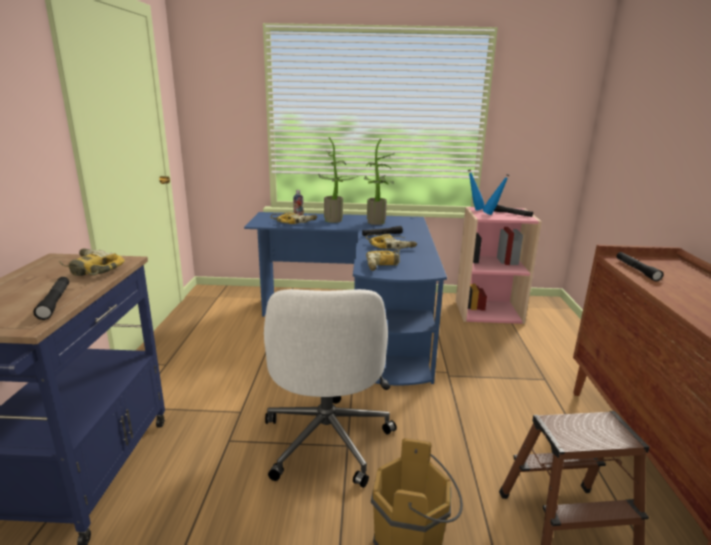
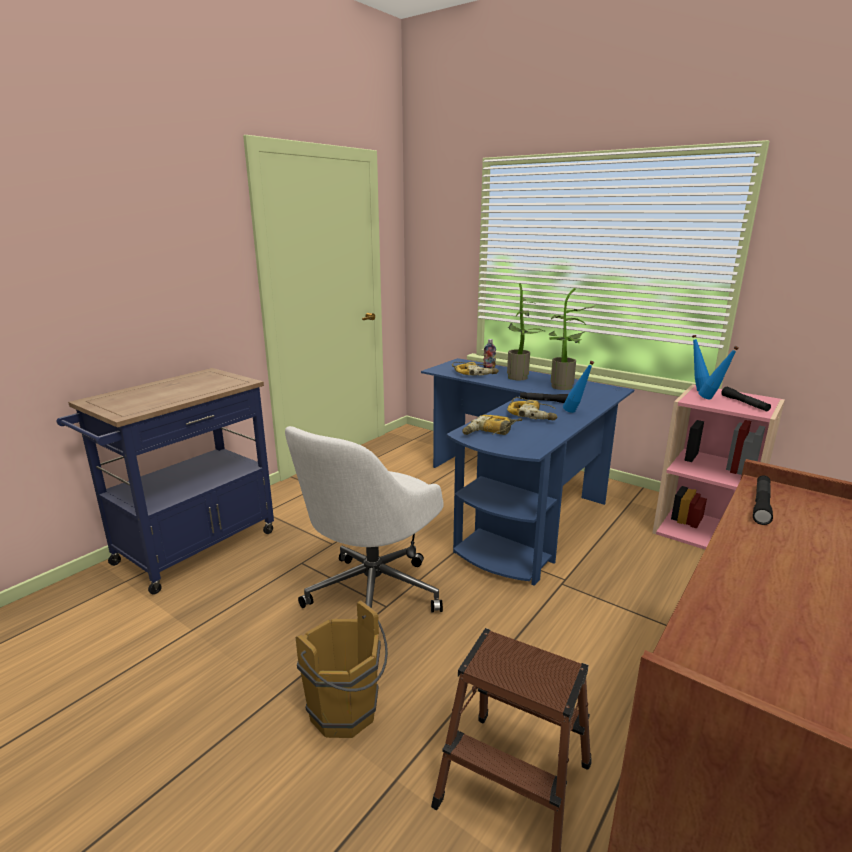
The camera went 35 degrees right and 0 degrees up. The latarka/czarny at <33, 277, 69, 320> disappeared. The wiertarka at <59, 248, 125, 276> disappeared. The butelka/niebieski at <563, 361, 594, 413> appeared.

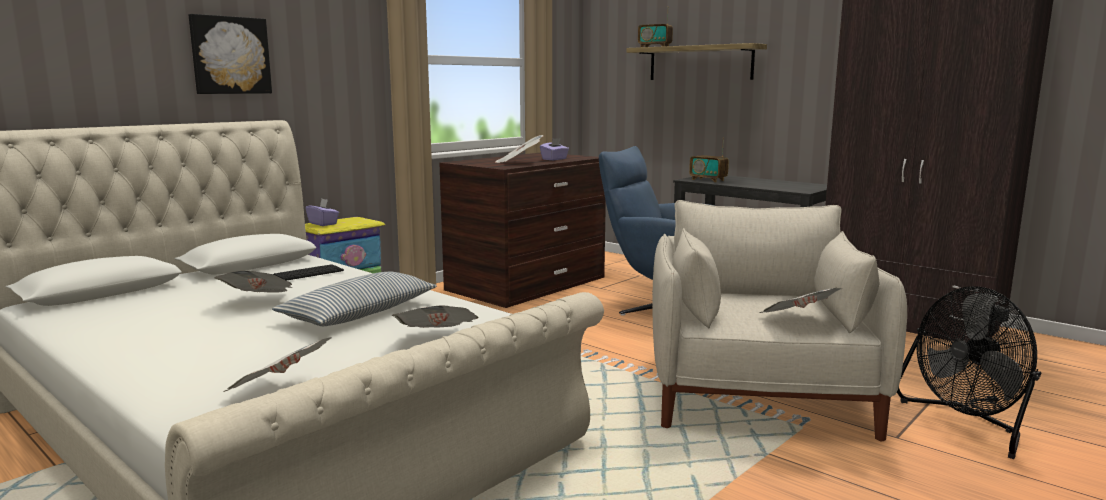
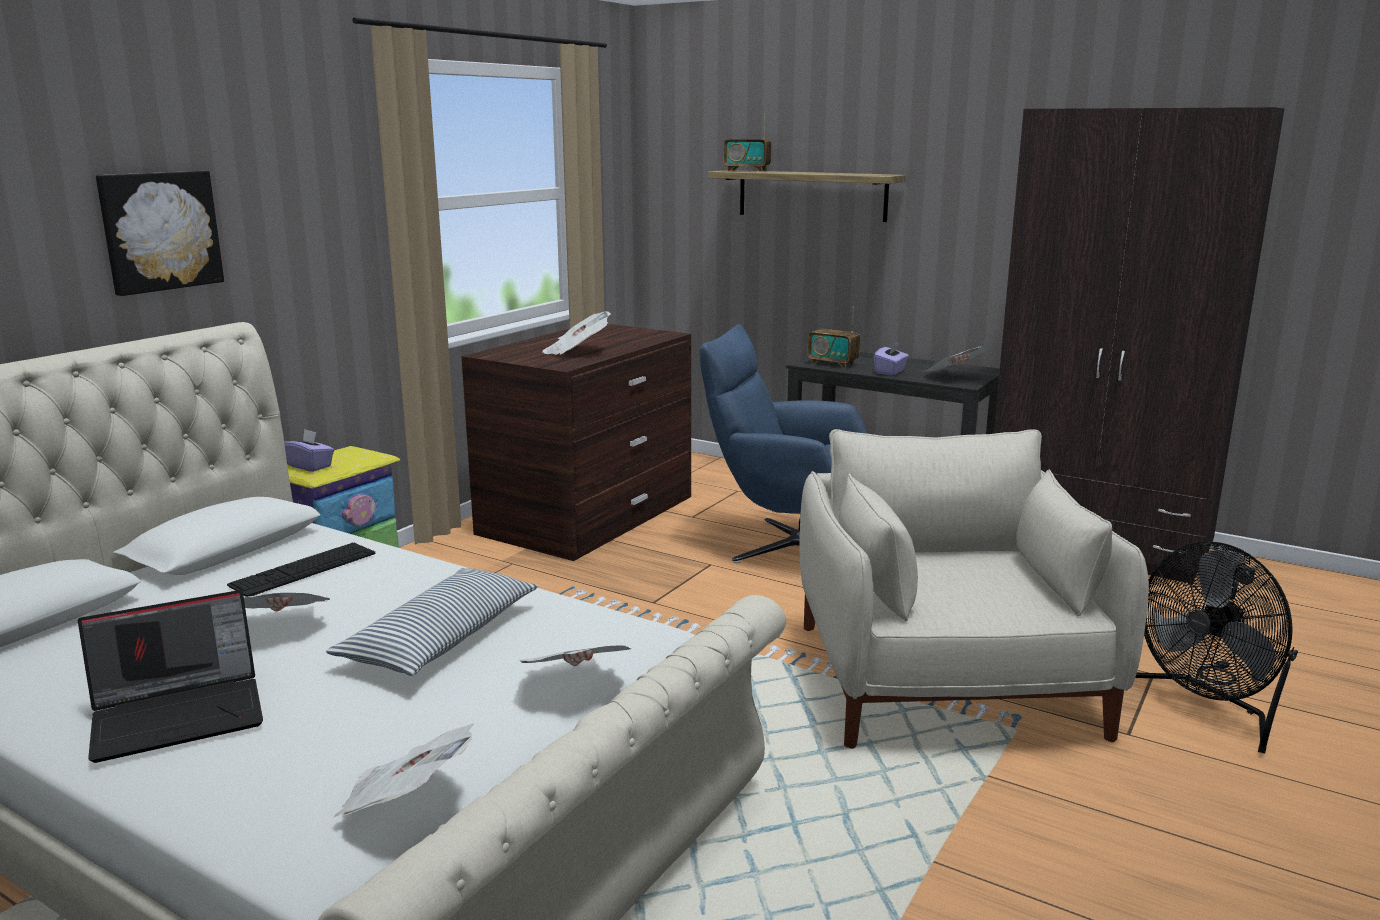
The camera went 10 degrees left and 5 degrees up. The pudełko chusteczek/fioletowy moved from <540, 138, 569, 160> to <874, 342, 909, 376>. The gazeta moved from <759, 288, 842, 313> to <921, 345, 991, 372>. The laptop at <78, 590, 263, 763> appeared.

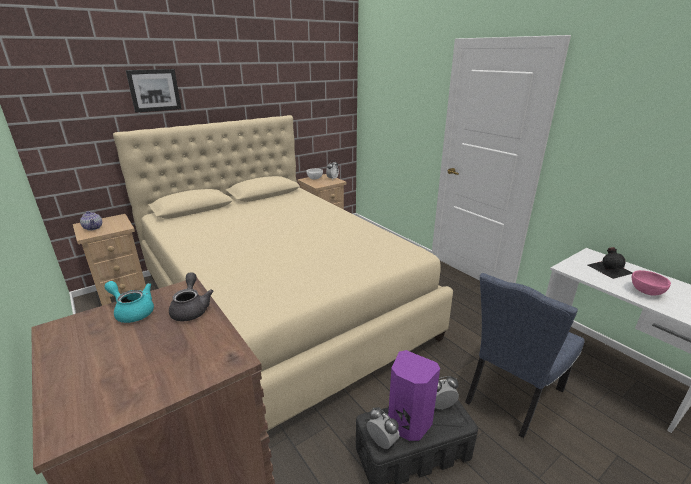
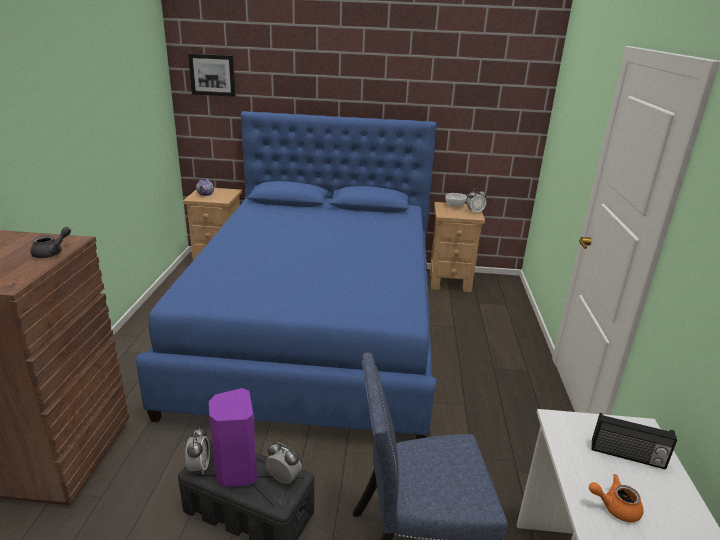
The camera went 40 degrees right and 0 degrees up. The imbryk/turkusowy at <104, 281, 154, 323> disappeared. The łóżko/beżowy at <113, 115, 453, 432> became the łóżko/niebieski at <136, 111, 437, 439>. The obraz moved from <126, 69, 181, 113> to <188, 53, 236, 97>. The butelka/czarny at <588, 247, 633, 279> was replaced by the radio at <591, 413, 677, 470>. The miska/różowy at <632, 270, 671, 296> was replaced by the imbryk/pomarańczowy at <589, 474, 644, 522>.

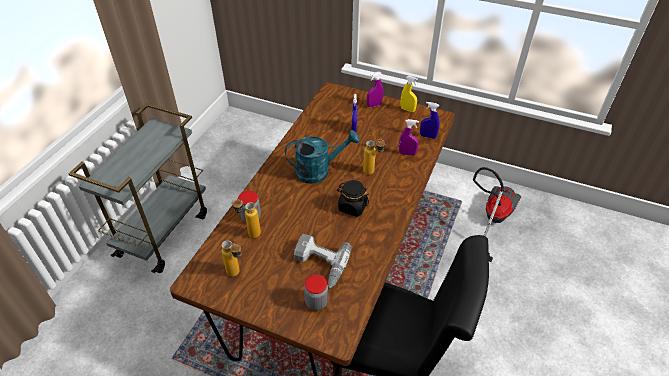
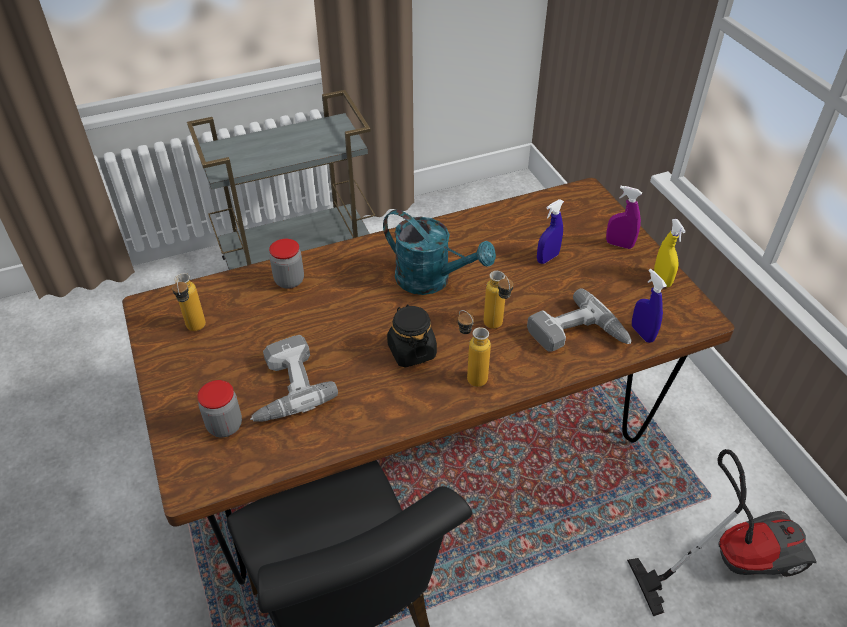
The camera went 45 degrees right and 0 degrees up. The butelka moved from <232, 199, 261, 238> to <458, 310, 491, 387>. The spryskiwacz/fioletowy at <399, 119, 419, 156> was replaced by the wiertarka at <527, 288, 632, 352>.

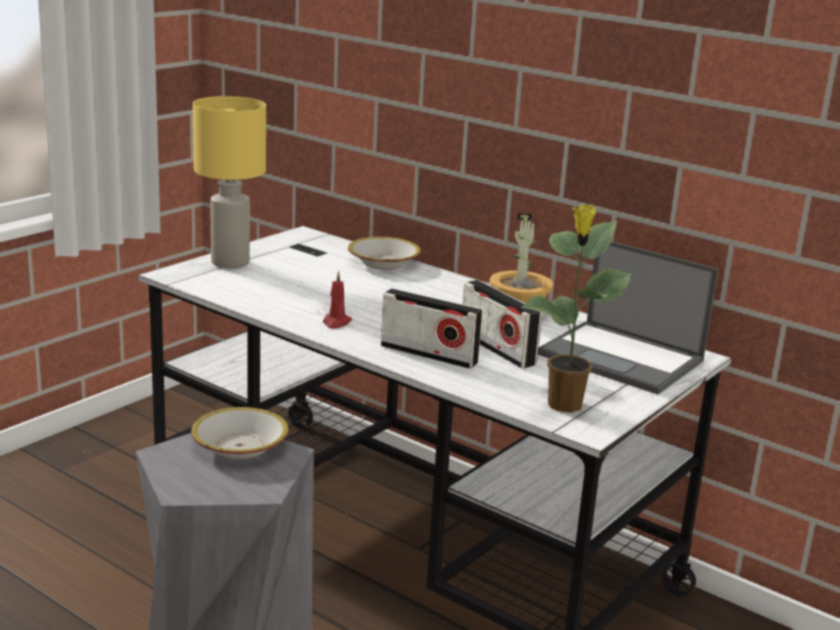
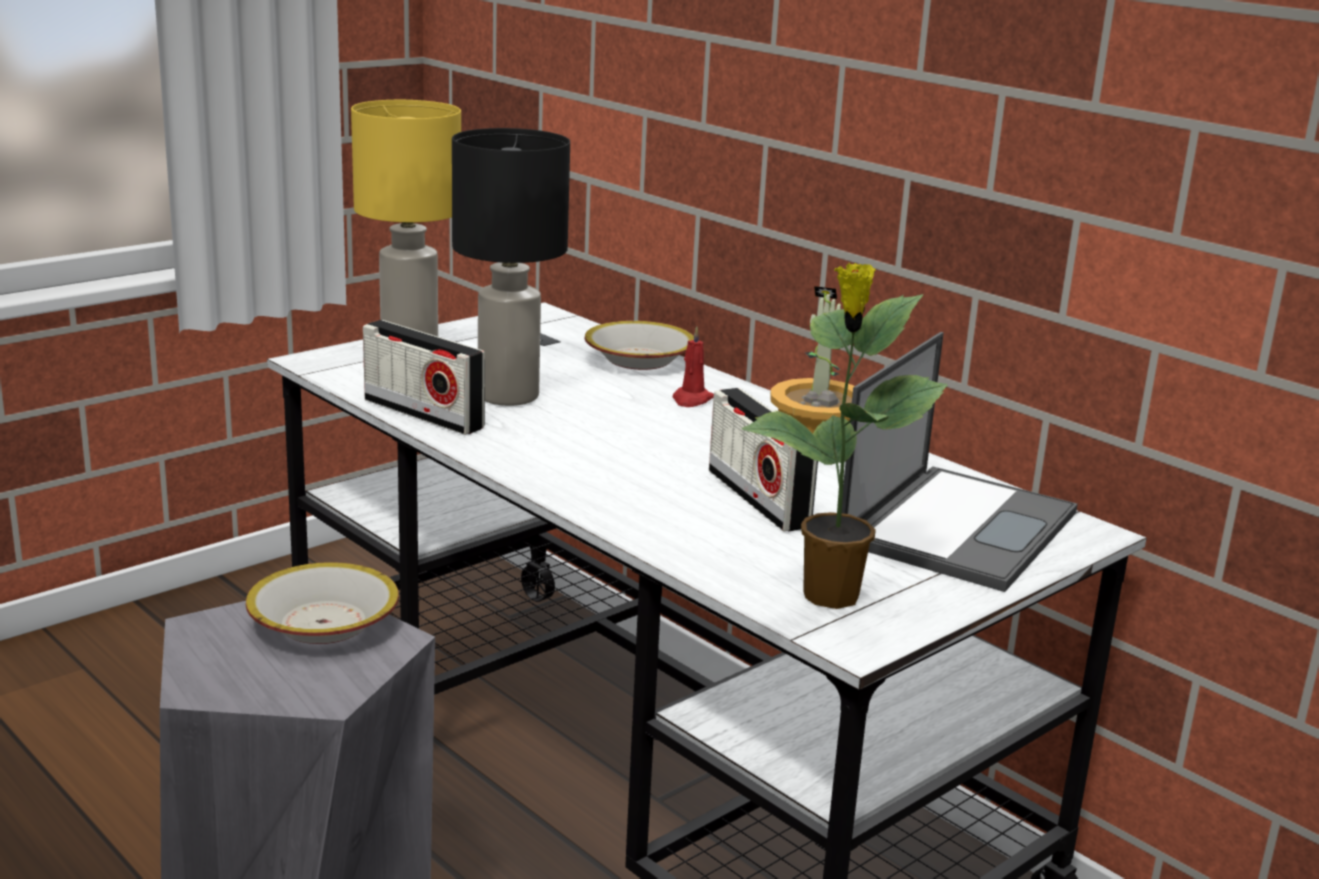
The camera went 10 degrees right and 0 degrees up. The świeca/czerwony moved from <323, 271, 352, 329> to <672, 326, 714, 407>. The radio moved from <381, 288, 483, 369> to <363, 320, 485, 435>. The laptop at <538, 241, 718, 394> turned 105 degrees counterclockwise. The lampa stołowa/czarny at <452, 128, 570, 406> appeared.

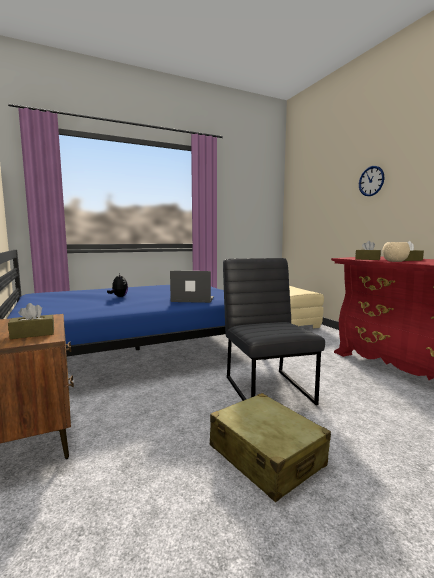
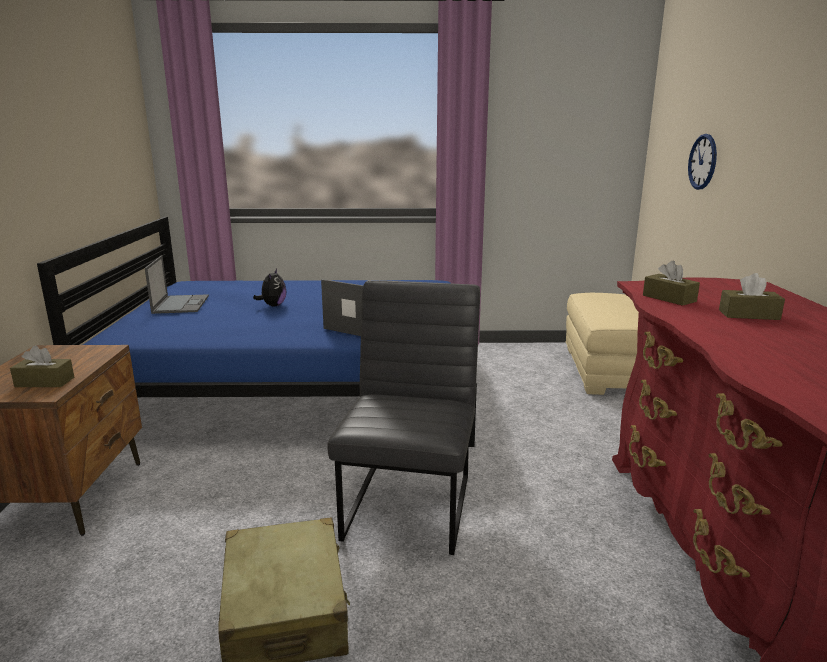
The camera went 25 degrees right and 10 degrees up. The zegar ścienny moved from <359, 166, 384, 196> to <688, 134, 717, 190>. The miska/beżowy at <382, 242, 410, 262> disappeared. The laptop at <145, 256, 209, 314> appeared.

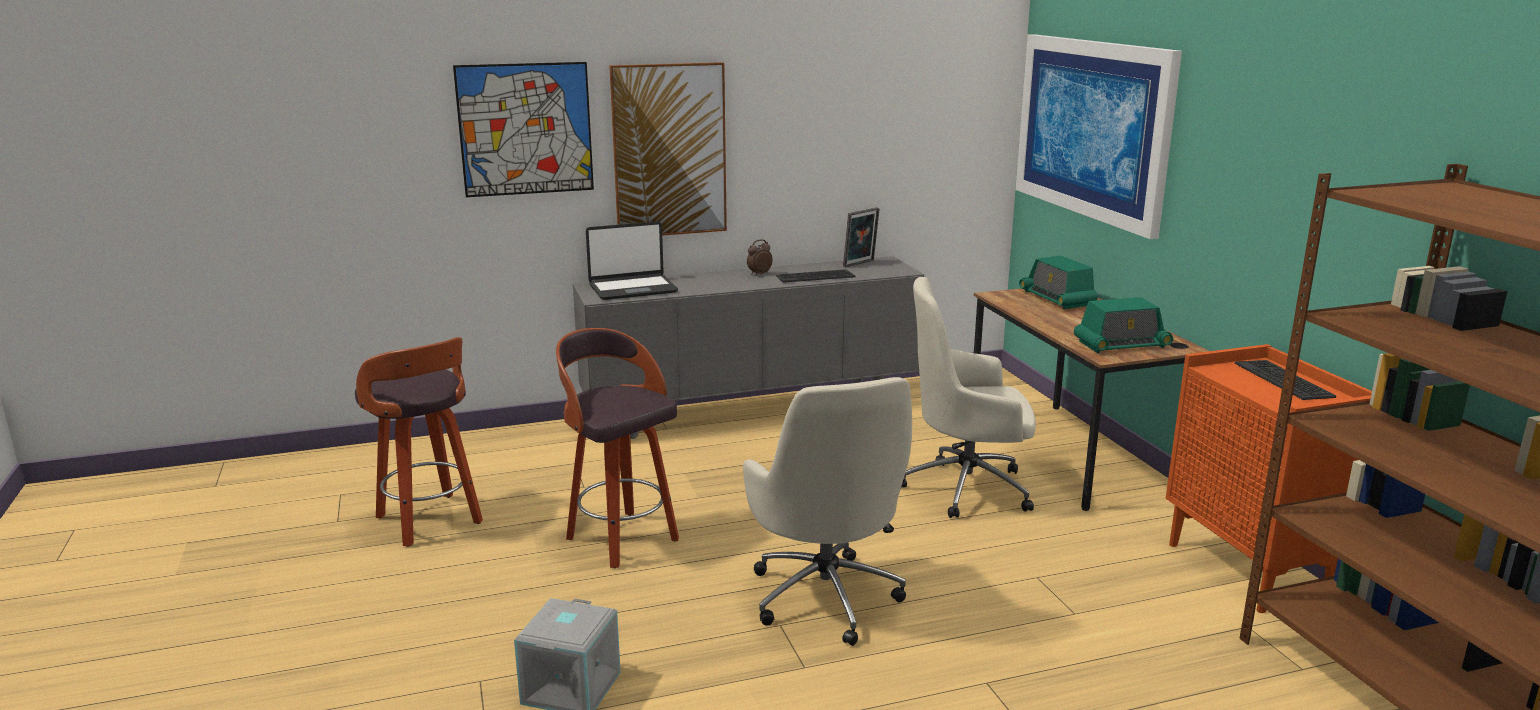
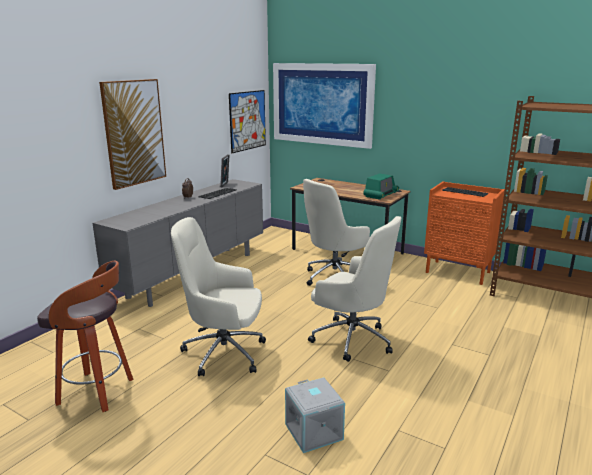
The camera went 40 degrees left and 0 degrees up. The obraz moved from <453, 62, 594, 197> to <229, 90, 266, 153>. The stołek at <556, 328, 679, 568> was replaced by the krzesło biurowe/beżowy at <171, 217, 266, 376>. The laptop at <586, 221, 678, 300> disappeared. The radio at <1019, 256, 1098, 309> disappeared.

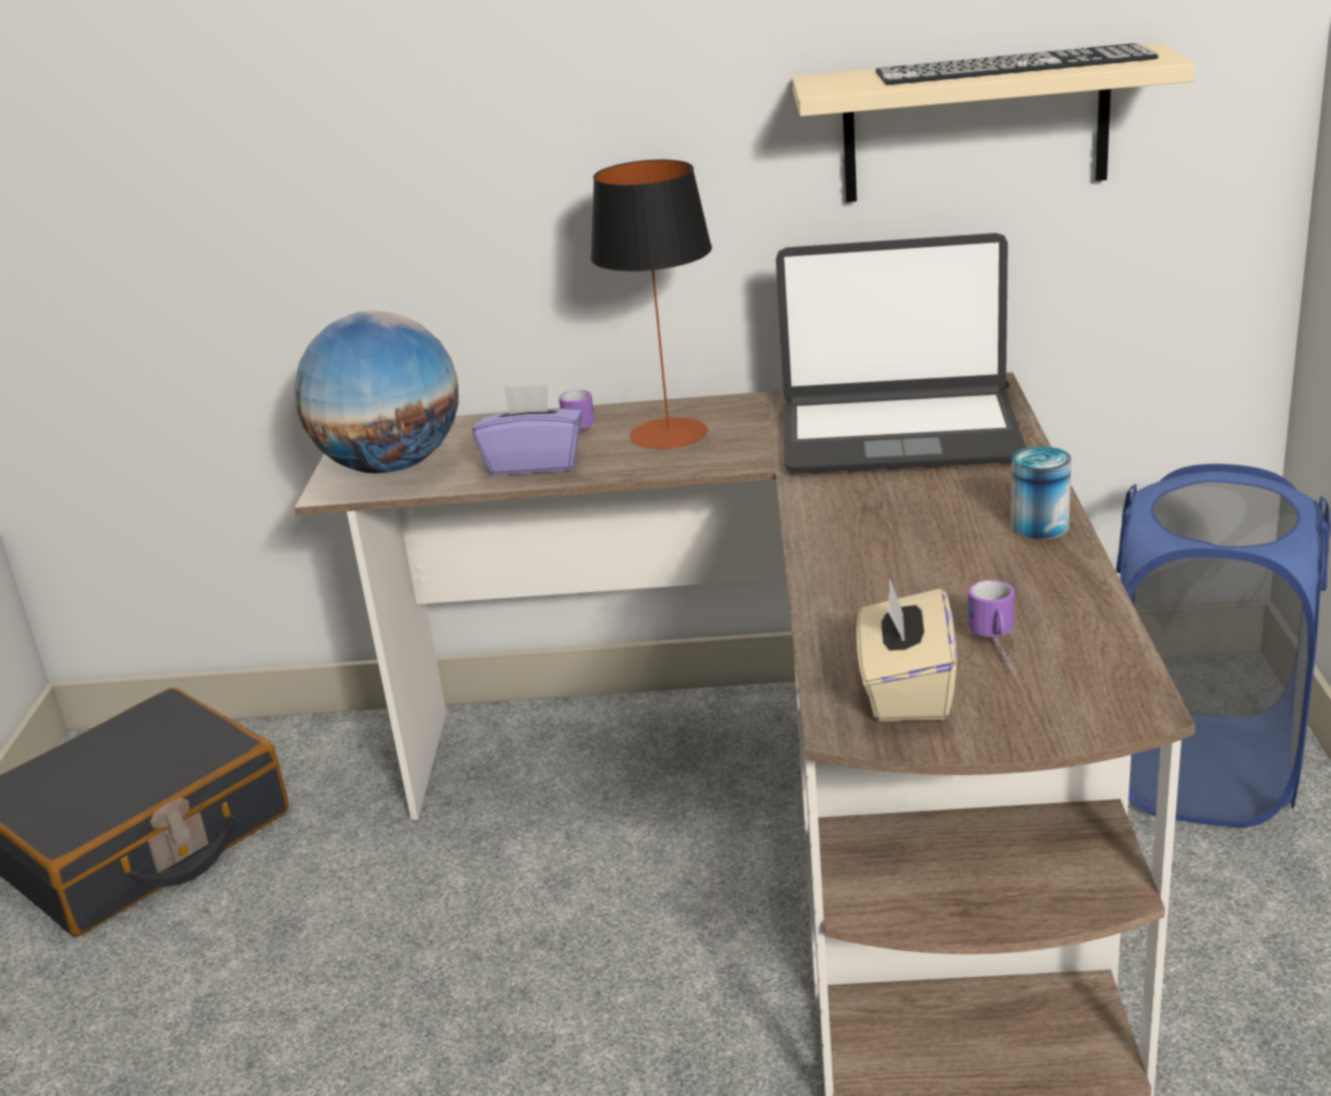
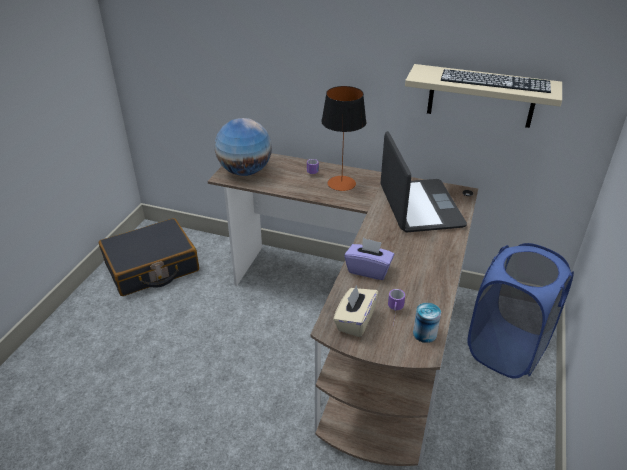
The camera went 15 degrees right and 10 degrees up. The pudełko chusteczek/fioletowy moved from <472, 384, 583, 475> to <344, 238, 394, 280>. The laptop at <776, 233, 1026, 474> turned 120 degrees counterclockwise. The puszka moved from <1011, 446, 1071, 540> to <413, 303, 441, 343>.

